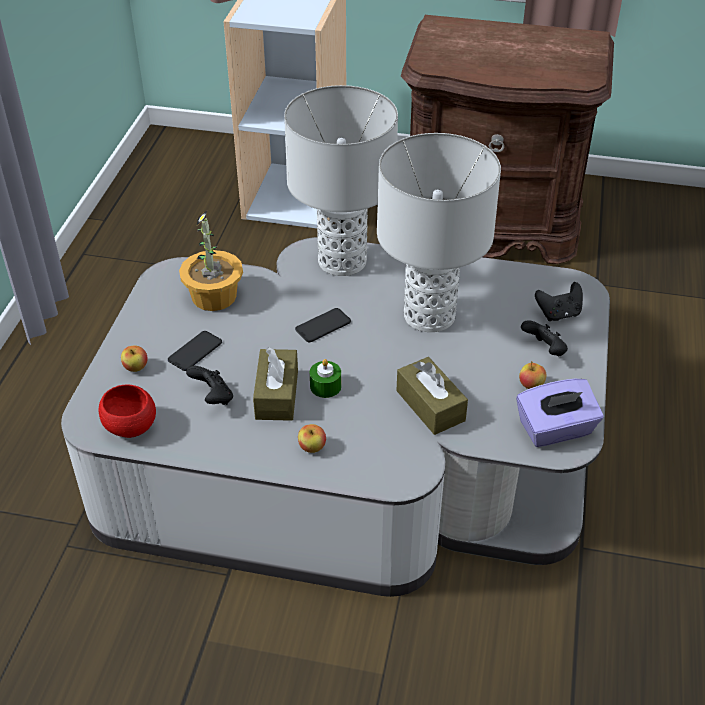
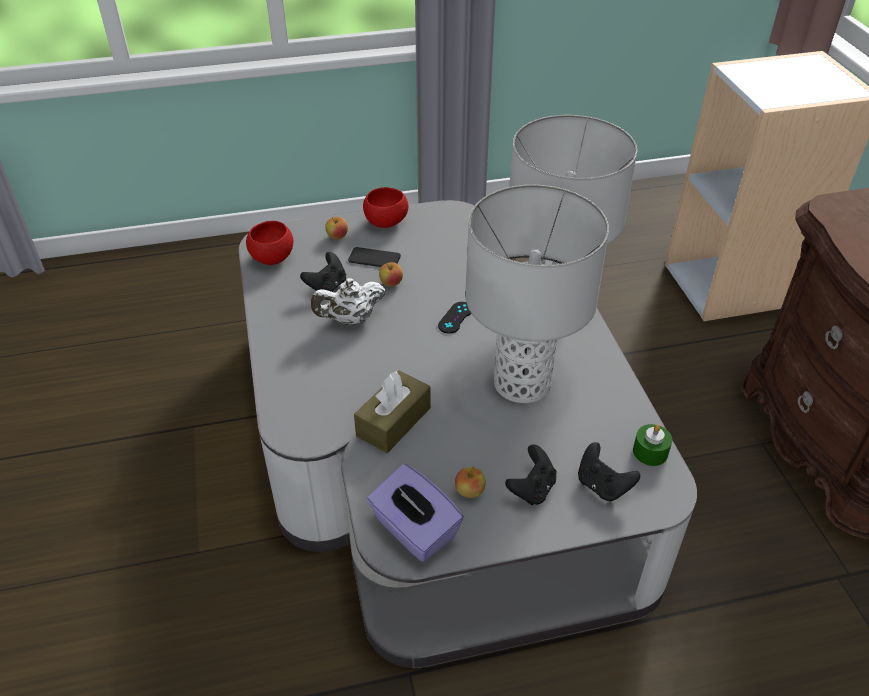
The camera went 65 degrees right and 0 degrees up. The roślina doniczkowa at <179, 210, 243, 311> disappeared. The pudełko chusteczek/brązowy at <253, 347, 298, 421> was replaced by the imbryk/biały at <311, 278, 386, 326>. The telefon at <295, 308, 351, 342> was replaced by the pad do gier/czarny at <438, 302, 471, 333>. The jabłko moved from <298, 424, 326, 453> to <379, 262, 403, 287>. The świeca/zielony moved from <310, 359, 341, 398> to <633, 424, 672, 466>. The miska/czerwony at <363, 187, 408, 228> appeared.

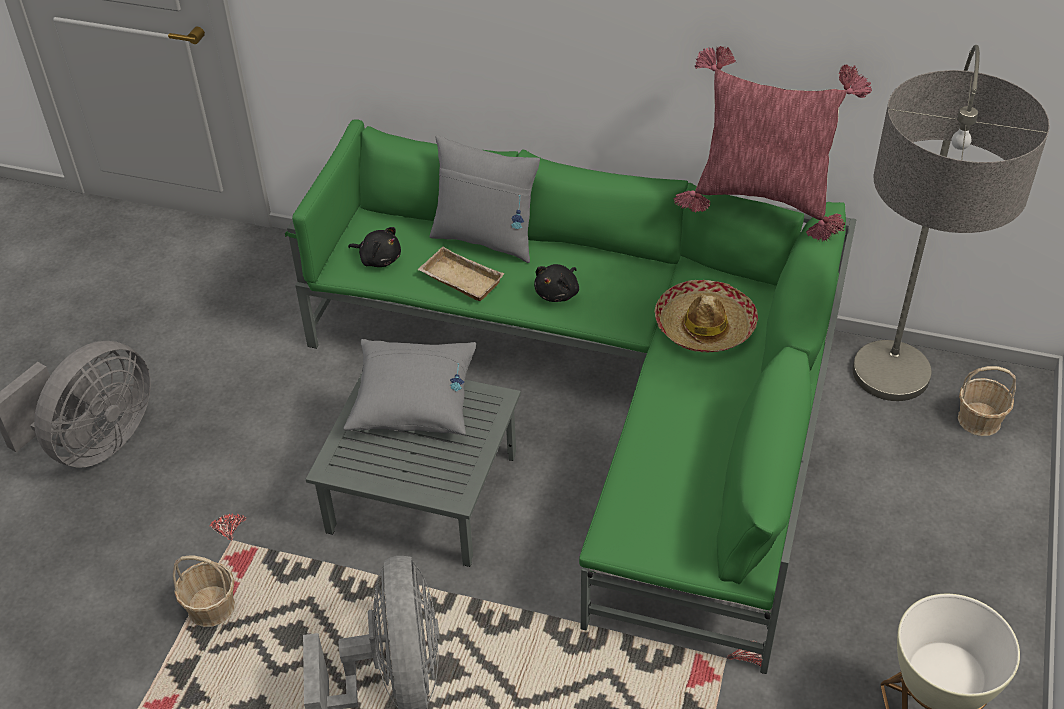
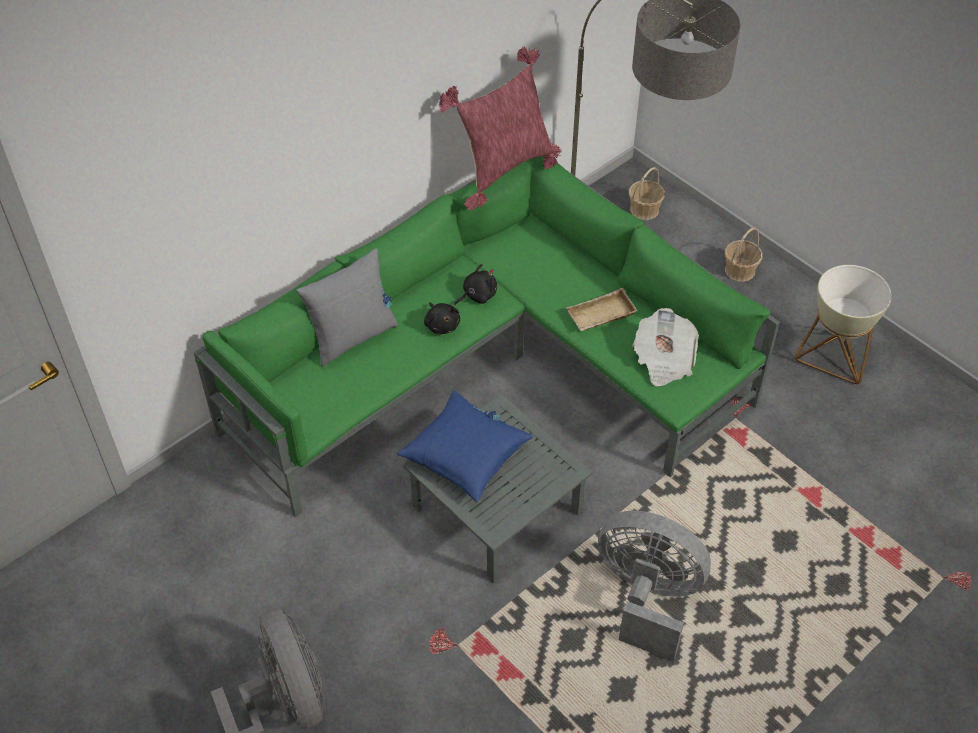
The camera went 60 degrees left and 5 degrees up. The koszyk moved from <173, 556, 235, 627> to <725, 227, 763, 282>. The poduszka/szary at <343, 339, 476, 435> became the poduszka/niebieski at <397, 390, 533, 502>. The pluszak/czarny moved from <348, 227, 401, 267> to <454, 264, 497, 305>. The taca/beżowy moved from <418, 247, 504, 301> to <566, 288, 638, 331>. The kapelusz at <654, 280, 758, 353> disappeared. The gazeta at <633, 308, 699, 387> appeared.

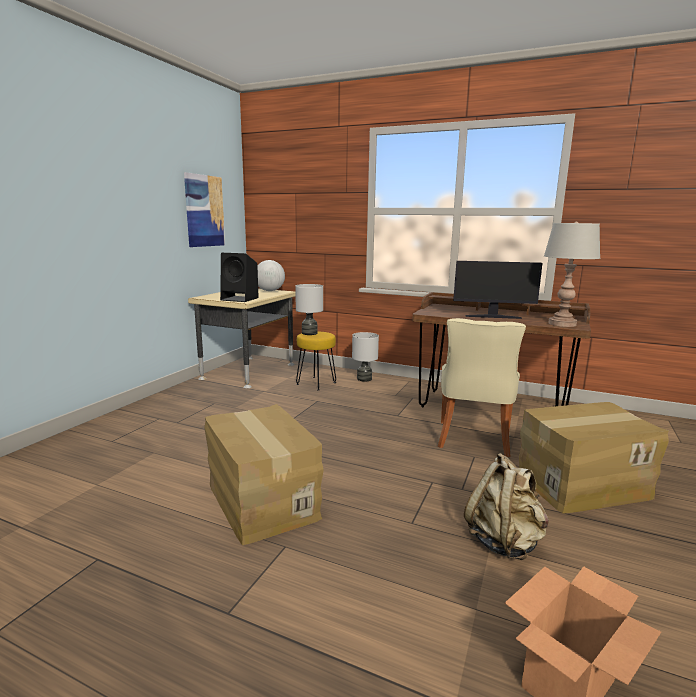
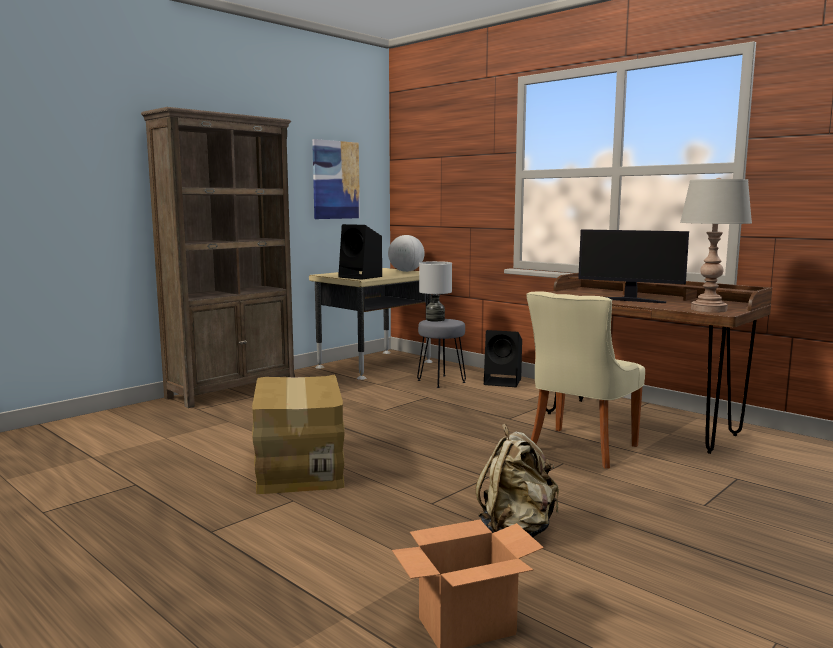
The camera went 20 degrees right and 5 degrees down. The stołek/żółty at <296, 331, 336, 390> became the stołek/szary at <417, 319, 466, 388>. The lampa stołowa/szary at <352, 332, 379, 382> was replaced by the głośnik/czarny at <484, 330, 522, 387>. The karton at <519, 402, 669, 514> disappeared. The regał/brązowy at <141, 107, 295, 408> appeared.

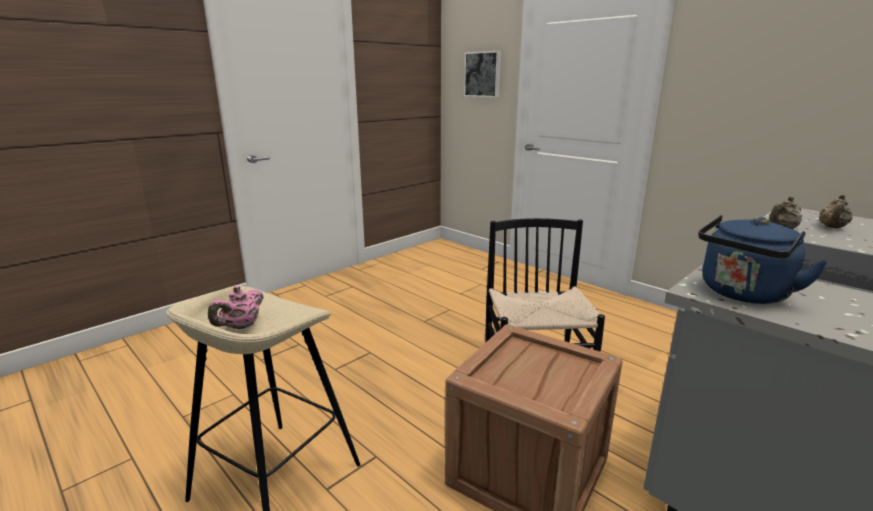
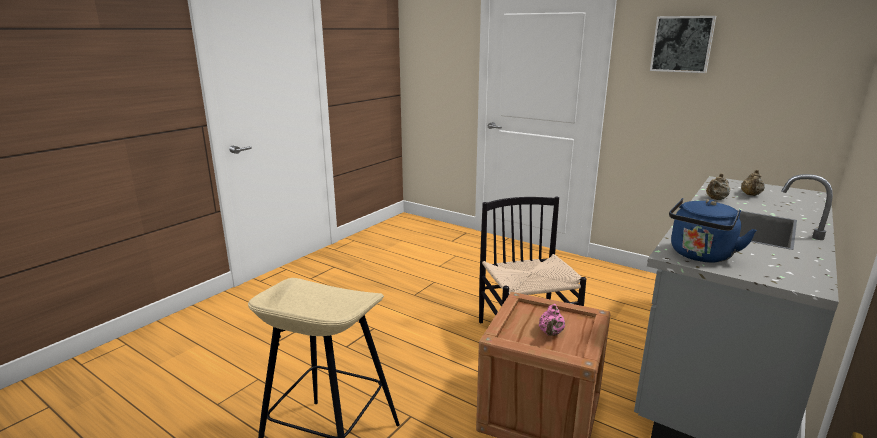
The camera went 10 degrees left and 0 degrees up. The imbryk/różowy moved from <208, 286, 264, 329> to <539, 304, 565, 336>. The obraz moved from <464, 51, 501, 97> to <650, 16, 716, 73>.

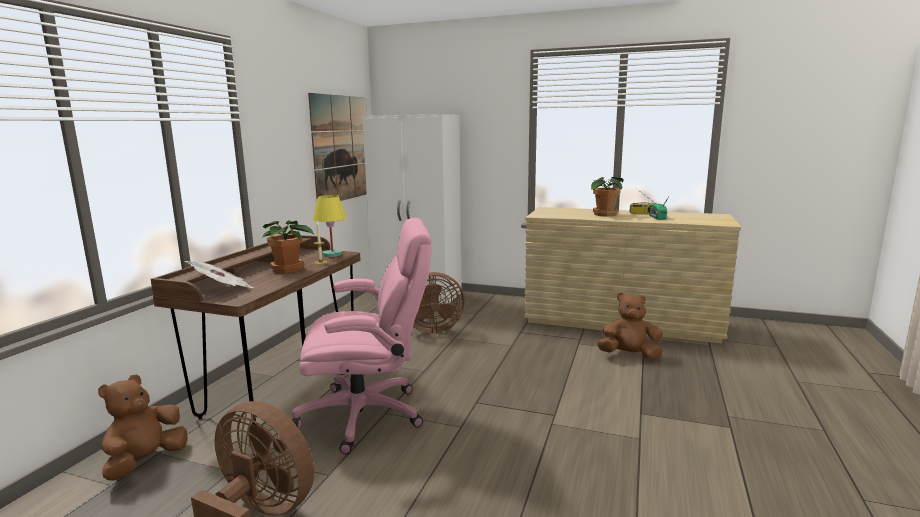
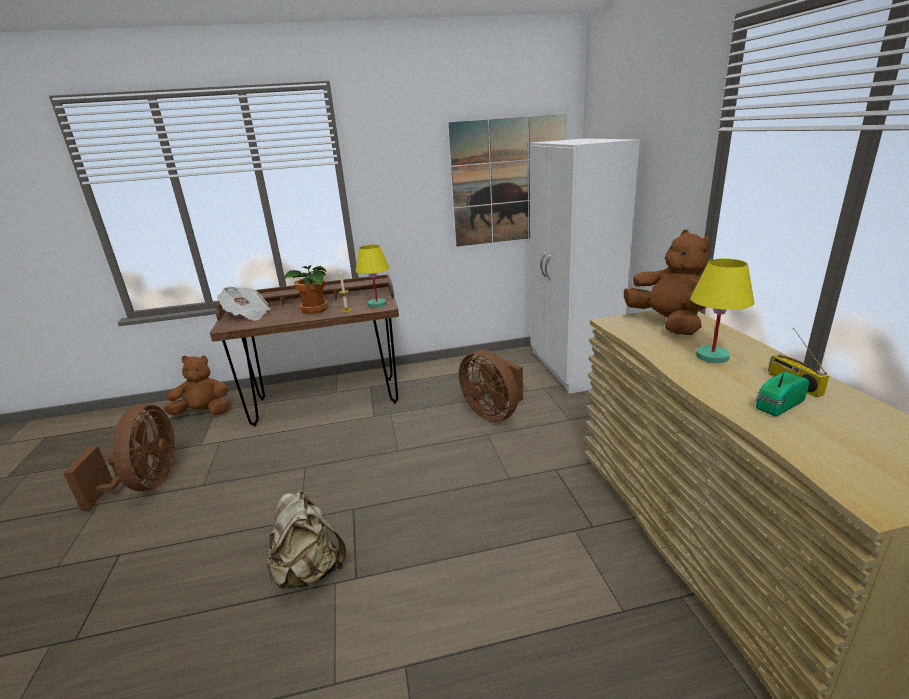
The camera went 60 degrees right and 10 degrees up. The krzesło biurowe/różowy at <292, 218, 432, 454> disappeared. The roślina doniczkowa at <591, 177, 624, 217> was replaced by the lampa stołowa/żółty at <690, 259, 754, 363>. The pluszak/brązowy moved from <597, 292, 663, 360> to <624, 230, 709, 335>. The plecak/beżowy at <266, 492, 346, 590> appeared.

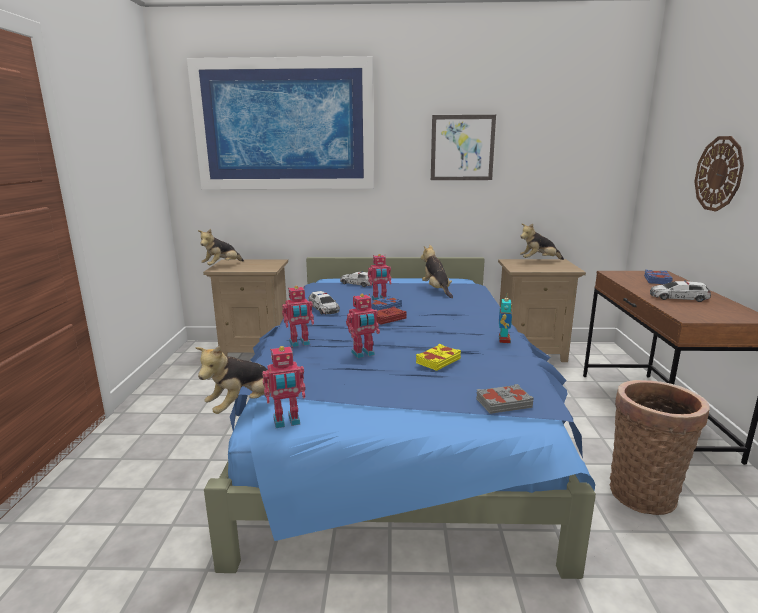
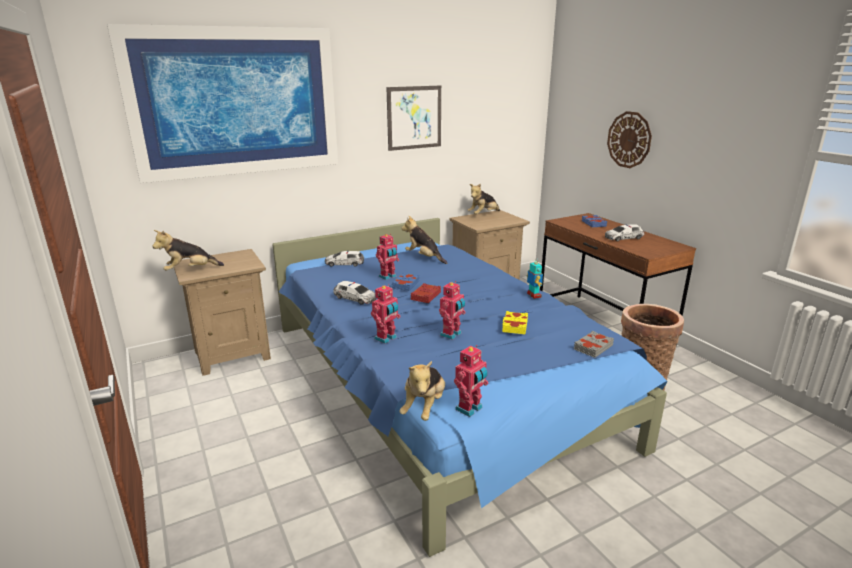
The camera went 30 degrees left and 5 degrees up. The pluszak at <198, 229, 244, 265> turned 60 degrees clockwise.

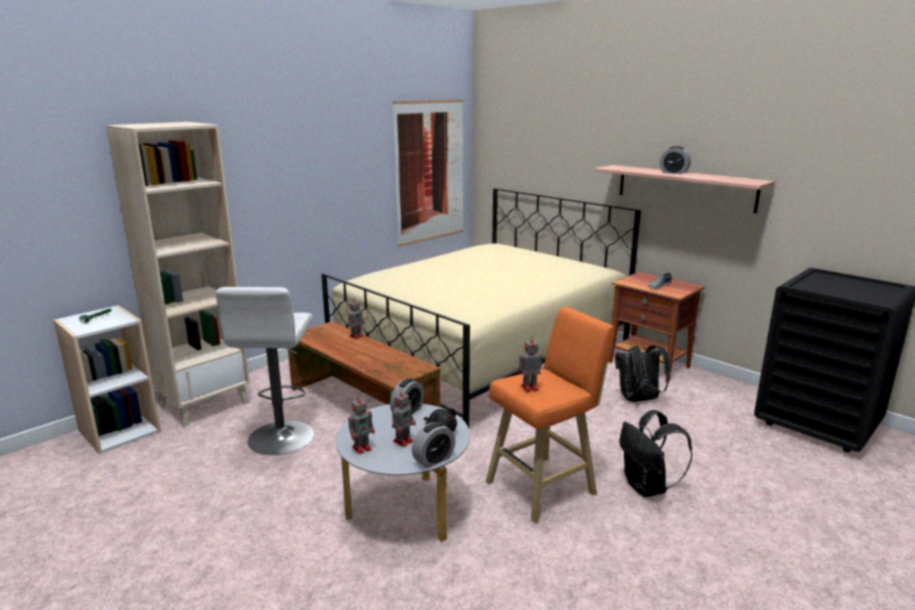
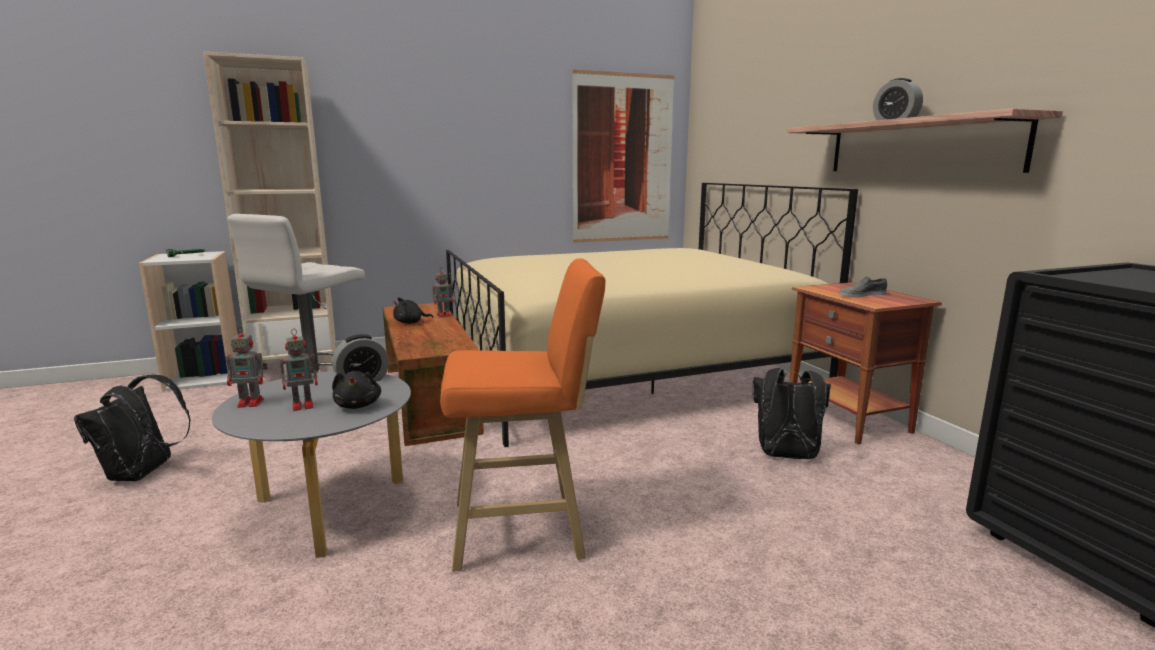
The camera went 25 degrees right and 5 degrees down. The budzik at <412, 422, 455, 468> disappeared. The robot zabawkowy at <518, 337, 542, 392> disappeared. The plecak/czarny moved from <619, 410, 693, 497> to <74, 375, 191, 481>. The pluszak/czarny at <393, 297, 434, 324> appeared.

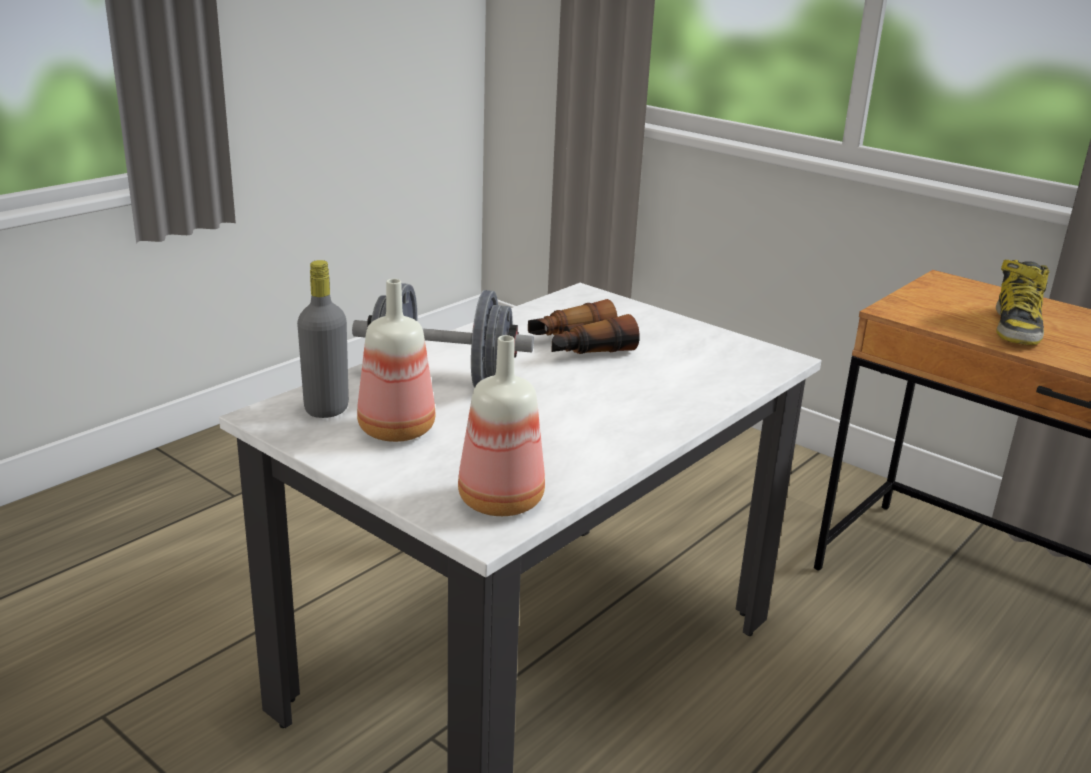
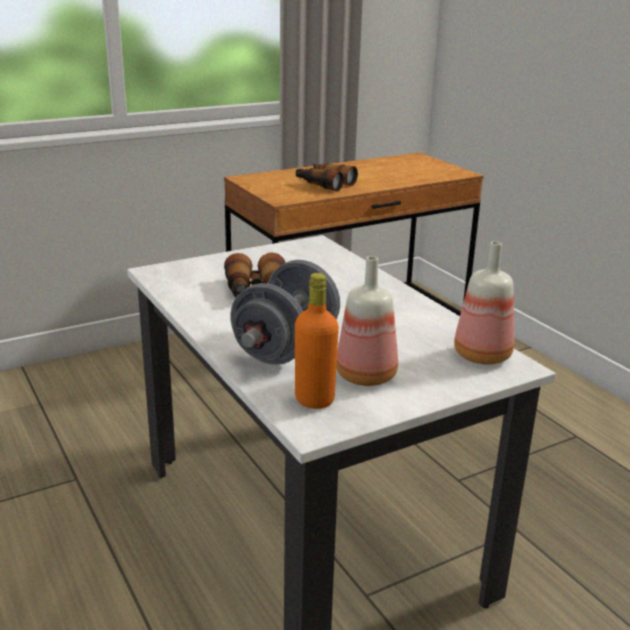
The camera went 70 degrees left and 0 degrees up. The butelka/szary at <297, 260, 349, 418> became the butelka/pomarańczowy at <295, 273, 339, 409>. The but z cholewką at <996, 260, 1050, 345> was replaced by the lornetka at <296, 163, 358, 192>.

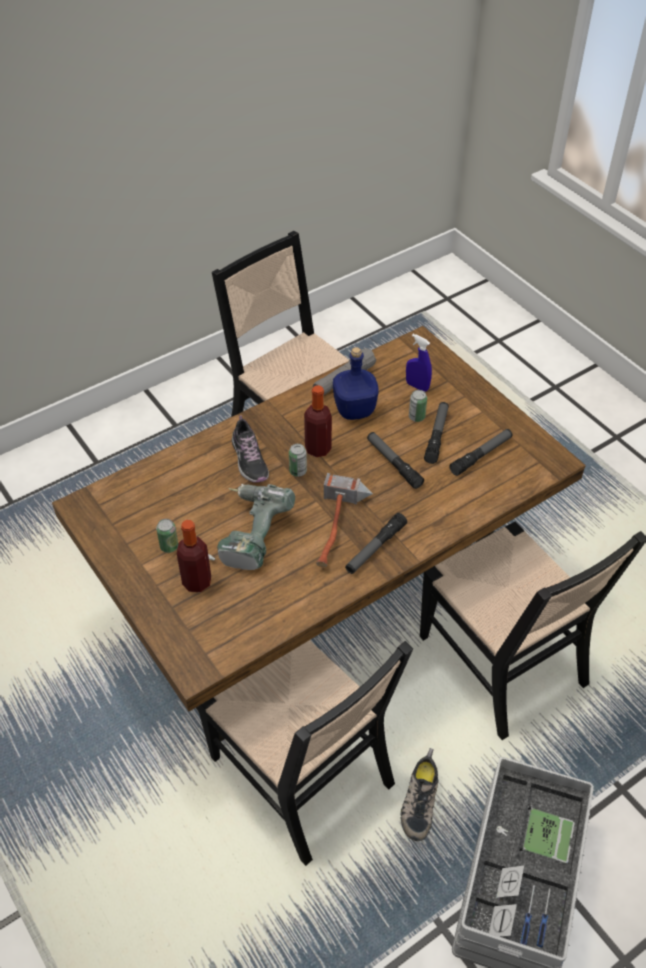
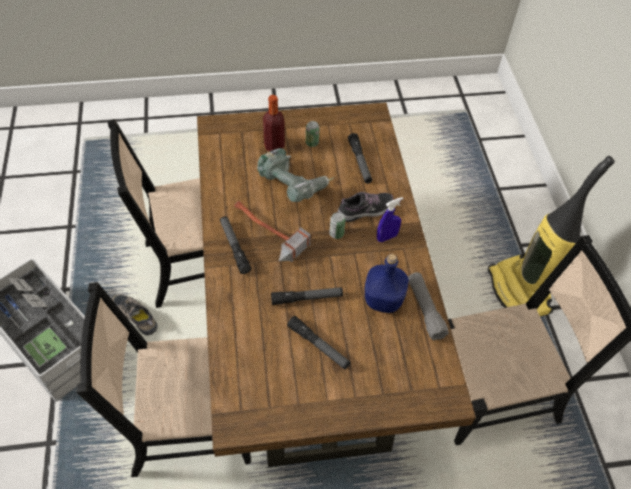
The camera went 115 degrees right and 5 degrees up. The but at <232, 415, 269, 483> turned 150 degrees clockwise. The butelka at <304, 385, 332, 457> disappeared. The spryskiwacz/niebieski moved from <406, 334, 432, 392> to <377, 197, 403, 242>. The puszka at <409, 390, 427, 422> disappeared. The latarka moved from <449, 429, 512, 476> to <348, 133, 372, 184>. The odkurzacz at <488, 156, 615, 317> appeared.

